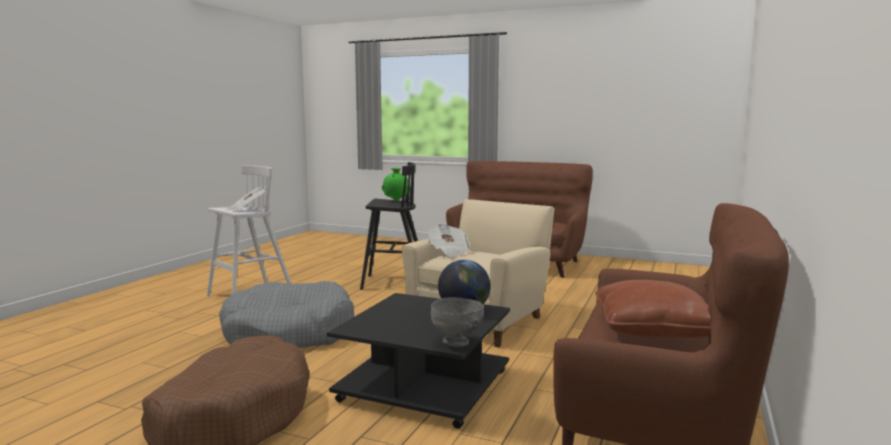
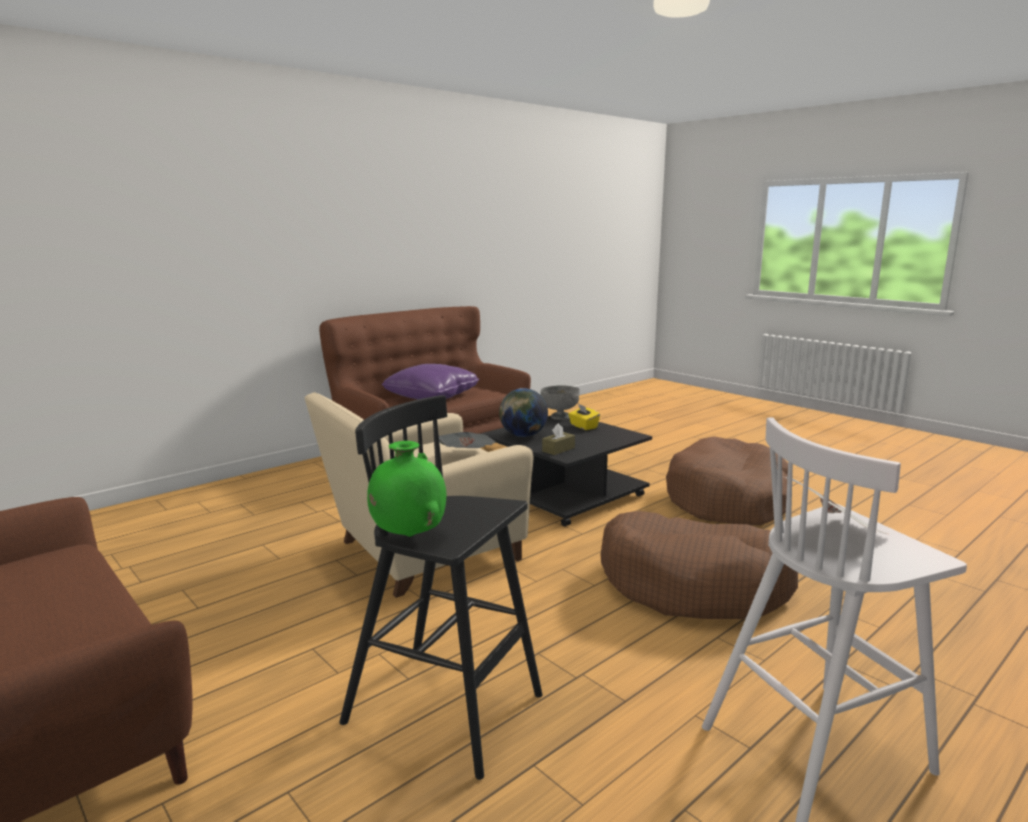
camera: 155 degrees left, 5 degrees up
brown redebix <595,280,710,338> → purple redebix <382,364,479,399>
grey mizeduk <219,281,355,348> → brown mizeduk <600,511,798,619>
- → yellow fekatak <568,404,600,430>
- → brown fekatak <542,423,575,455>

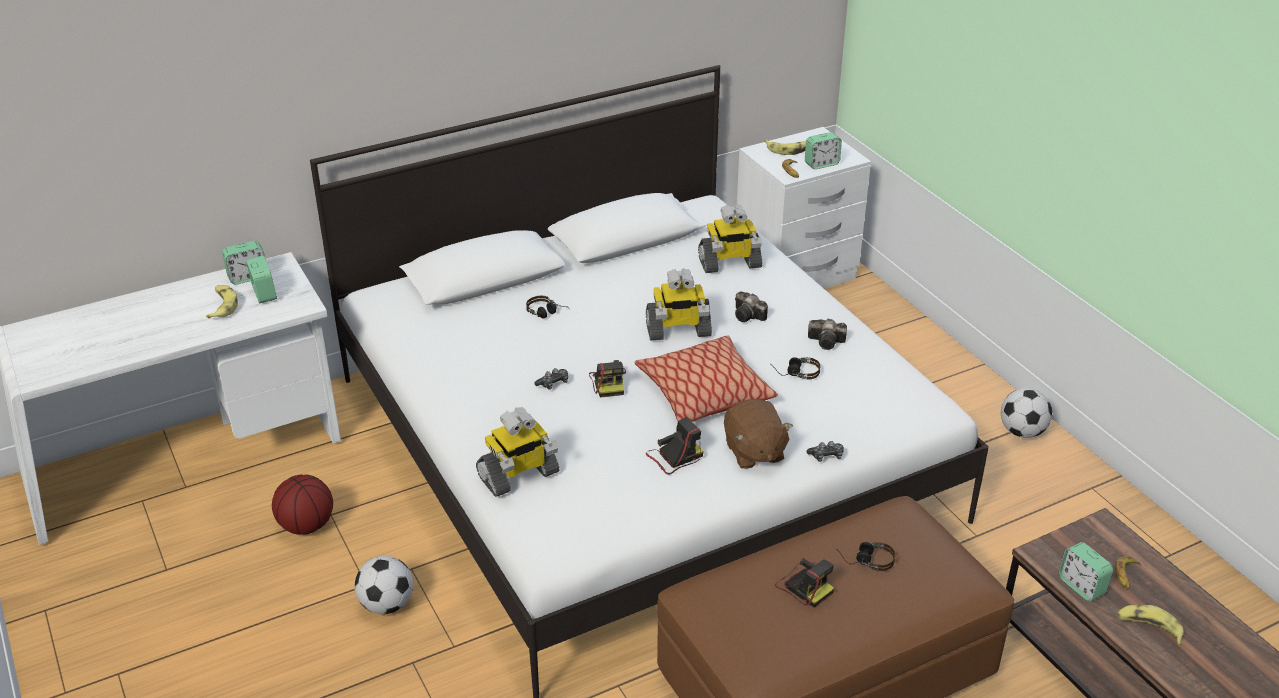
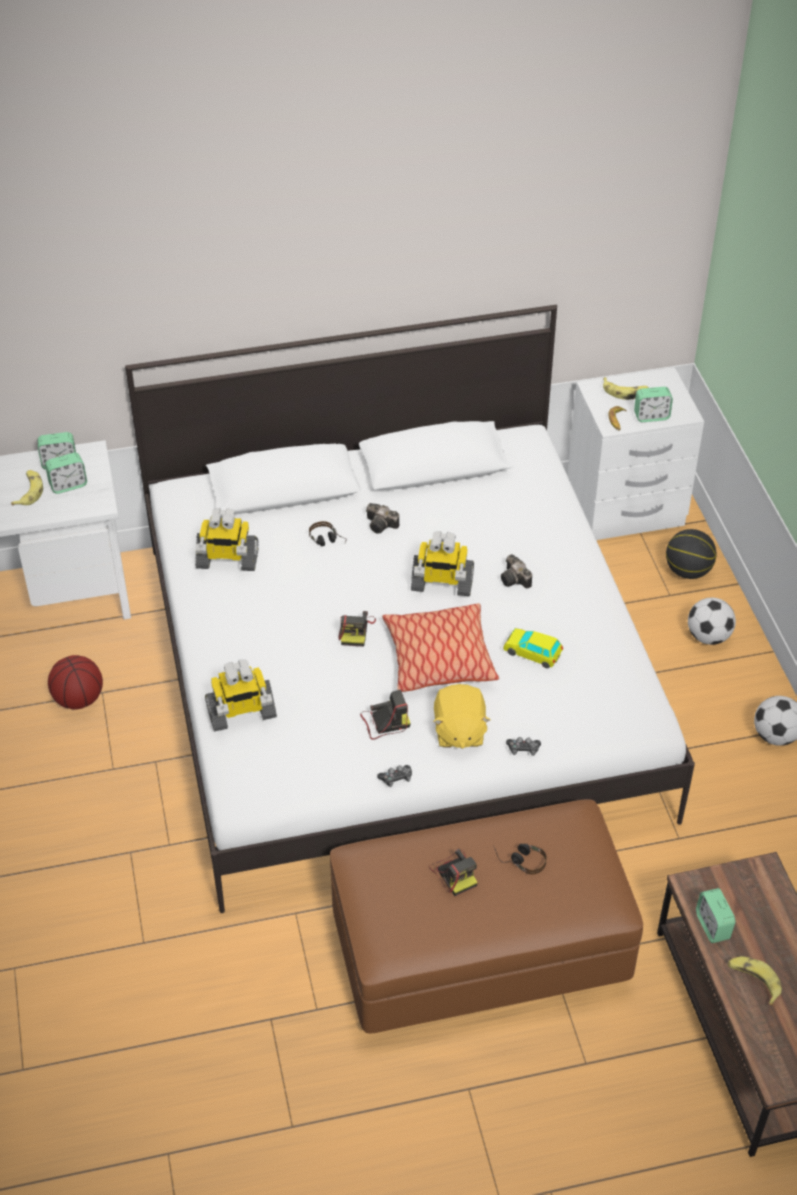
camera: 15 degrees right, 10 degrees up
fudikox <698,204,762,273> → fudikox <195,508,259,571>, shifted
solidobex <246,255,277,303> → solidobex <45,453,87,494>, 75 degrees clockwise
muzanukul <808,319,847,350> → muzanukul <366,503,399,534>, shifted
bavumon <771,357,820,380> → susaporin <503,628,563,668>
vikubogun <534,368,568,390> → vikubogun <377,765,412,787>, shifted
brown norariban <724,399,793,469> → yellow norariban <433,684,491,749>
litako <355,556,413,614> → litako <688,597,736,645>, shifted
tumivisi <1115,556,1141,590> → -
- → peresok <666,529,716,579>

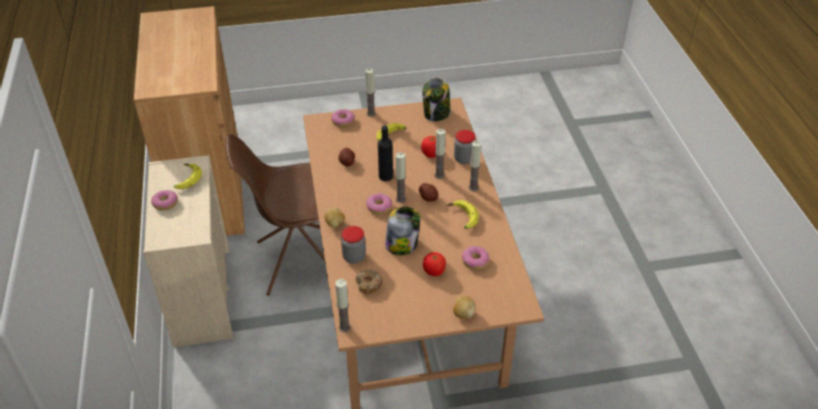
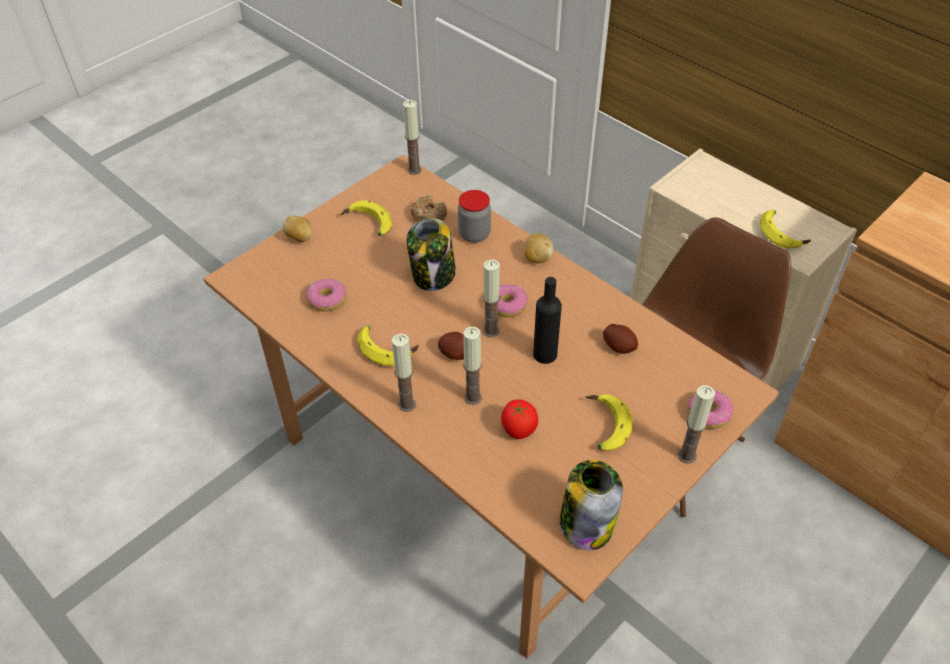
camera: 145 degrees right, 5 degrees up
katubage <454,130,476,164> → -
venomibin <151,190,178,211> → -
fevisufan <423,252,446,276> → -
- → tumivisi <341,200,392,236>

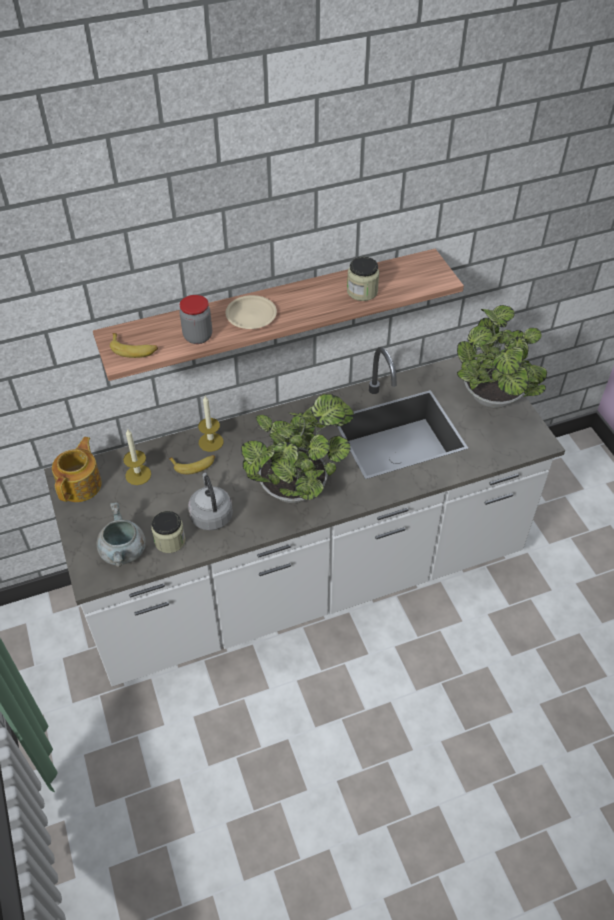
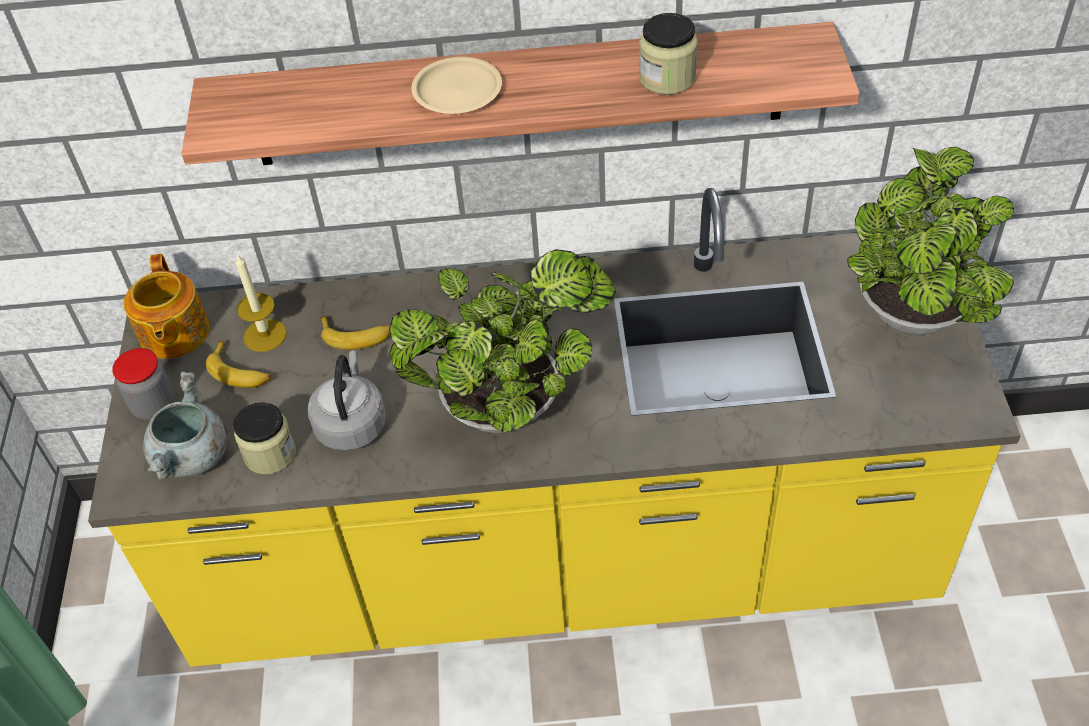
camera: 20 degrees right, 0 degrees up
katubage <180,295,212,344> → katubage <112,348,175,421>, shifted
tumivisi <110,333,158,358> → tumivisi <206,340,271,388>, shifted
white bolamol <44,347,565,686> → yellow bolamol <88,188,1021,667>
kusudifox <198,396,224,452> → -
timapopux <52,437,102,502> → timapopux <124,254,210,359>, 135 degrees clockwise

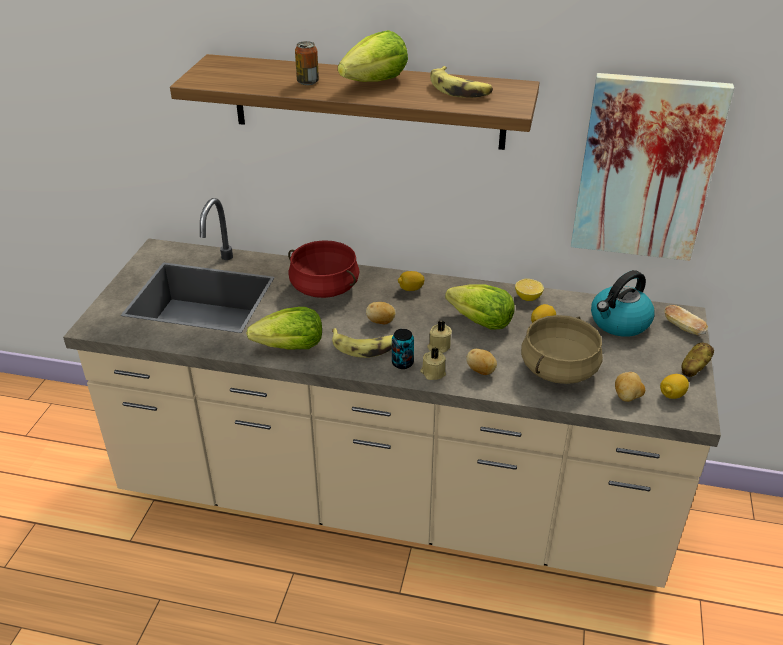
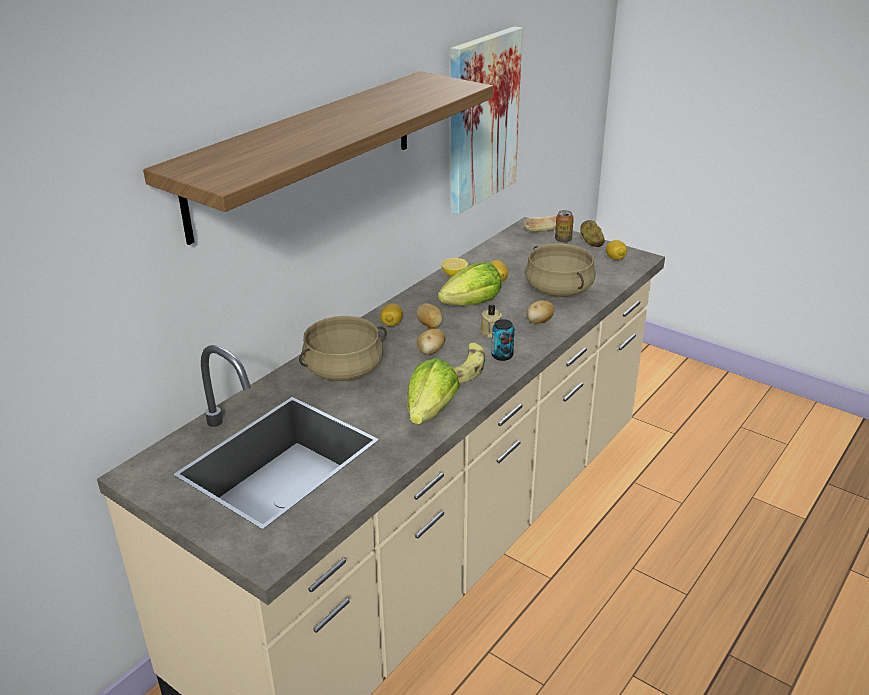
camera: 65 degrees left, 5 degrees down
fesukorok <338,30,408,82> → -
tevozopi <295,41,319,85> → tevozopi <555,210,574,243>, shifted
tumivisi <430,66,493,98> → -
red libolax <288,240,360,298> → beige libolax <299,316,387,381>
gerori <591,270,655,337> → -
beige kusudifox <420,348,446,380> → -
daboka <615,372,645,402> → daboka <416,303,443,329>, shifted

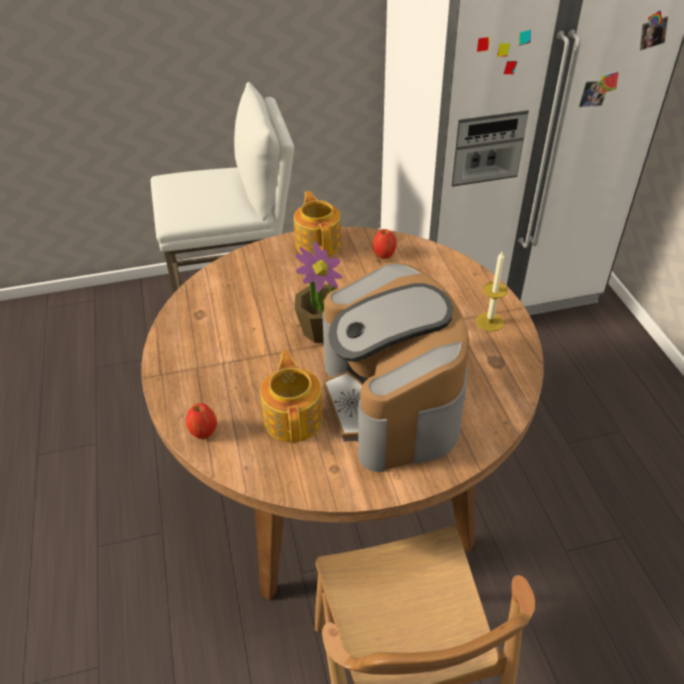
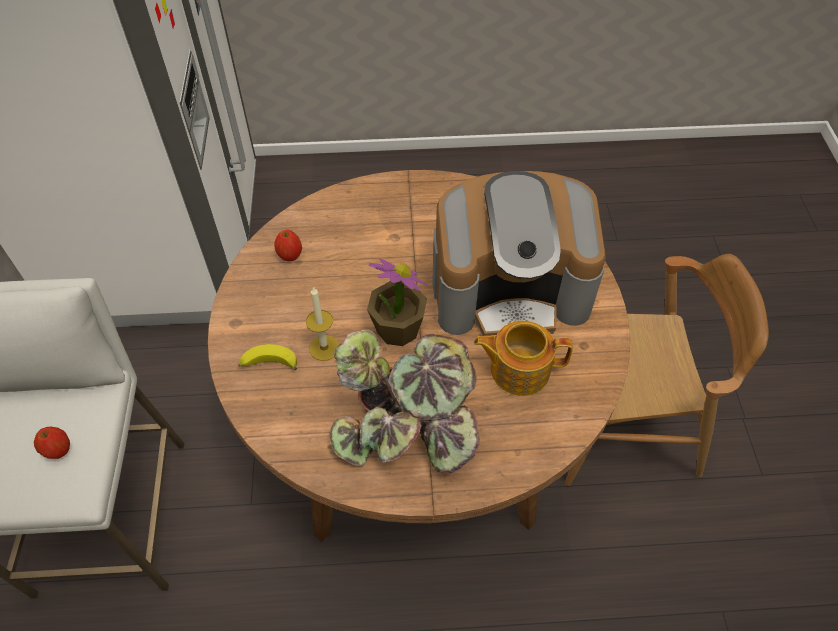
camera: 80 degrees left, 10 degrees up
timapopux <294,191,341,256> → -
kusudifox <476,252,508,332> → kusudifox <306,287,339,361>, shifted
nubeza <186,403,217,439> → nubeza <34,427,70,459>, shifted
- → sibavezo <329,329,480,474>
- → tumivisi <238,344,297,370>

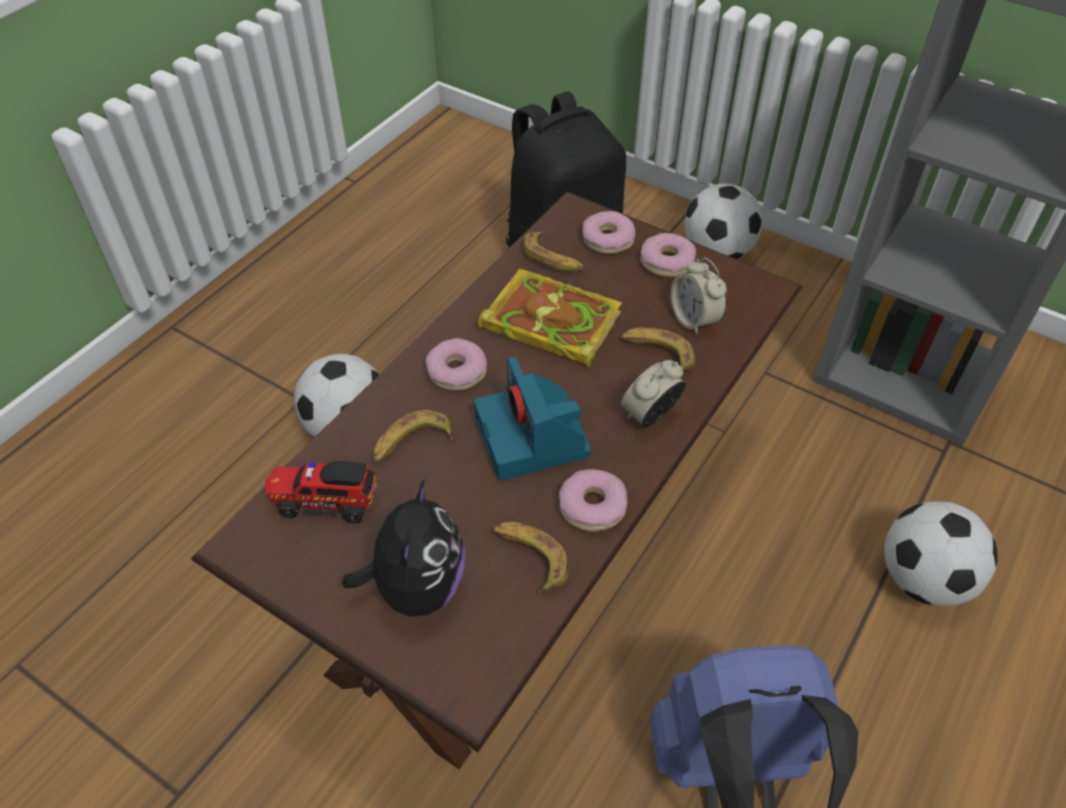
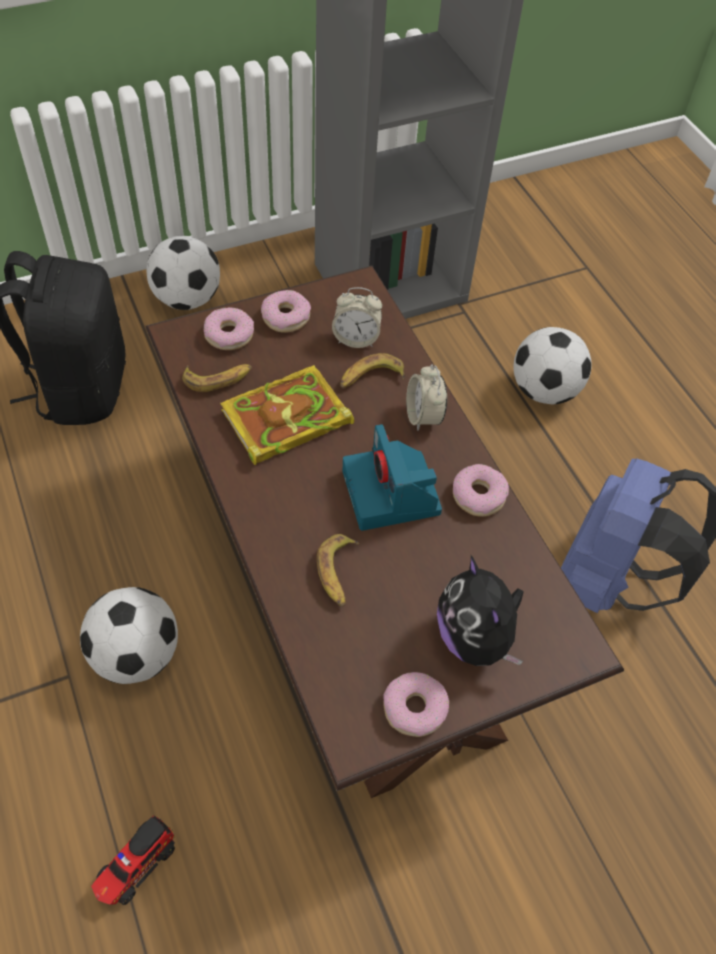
camera: 60 degrees left, 5 degrees up
venomibin <425,338,487,391> → venomibin <383,672,449,737>, shifted
muzanukul <474,357,591,480> → muzanukul <342,424,442,531>, 60 degrees clockwise
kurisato <265,461,378,524> → kurisato <91,815,175,905>, shifted
norariban <342,479,465,617> → norariban <437,556,524,666>, 150 degrees counterclockwise
tumivisi <493,522,570,593> → -

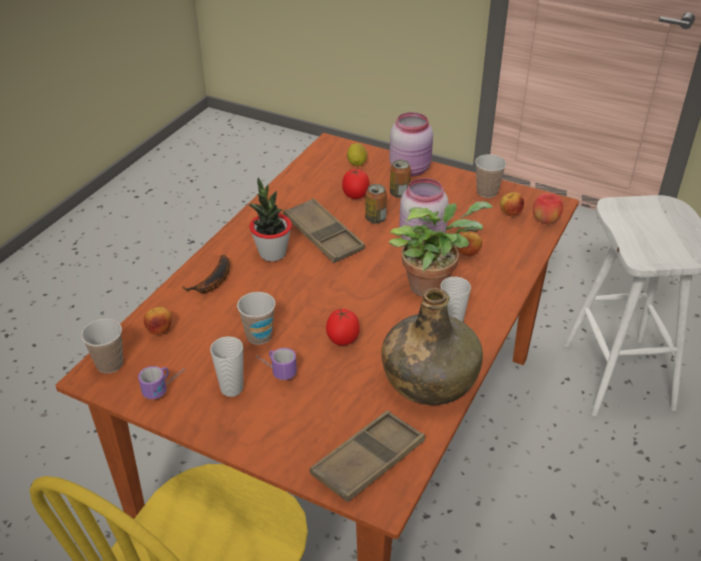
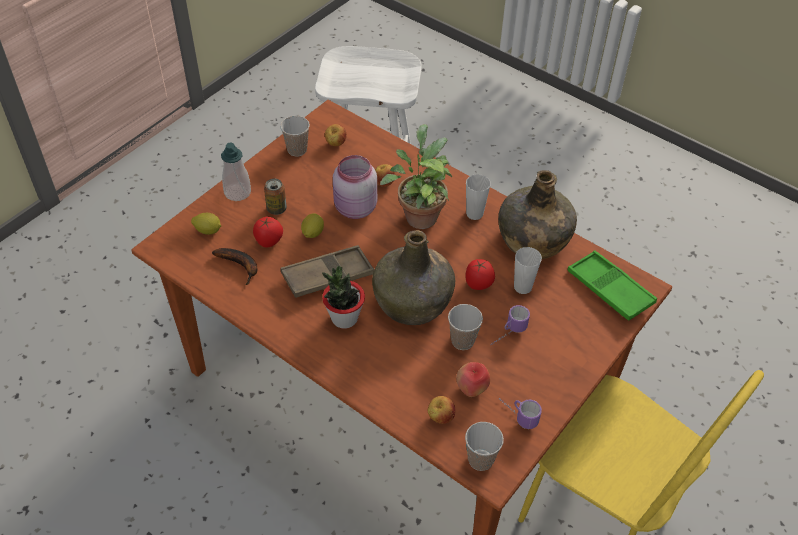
camera: 80 degrees left, 10 degrees up
pink katubage <389,112,433,176> → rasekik <221,143,251,201>
tevozopi <365,184,387,223> → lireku <301,213,324,238>
nubeza <533,193,563,224> → nubeza <456,362,490,397>, shifted
tumivisi <182,255,230,293> → tumivisi <212,248,258,285>, shifted
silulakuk <210,336,243,397> → silulakuk <514,247,542,294>, shifted
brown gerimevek <310,410,425,502> → green gerimevek <568,250,657,321>
- → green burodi <372,230,455,325>

